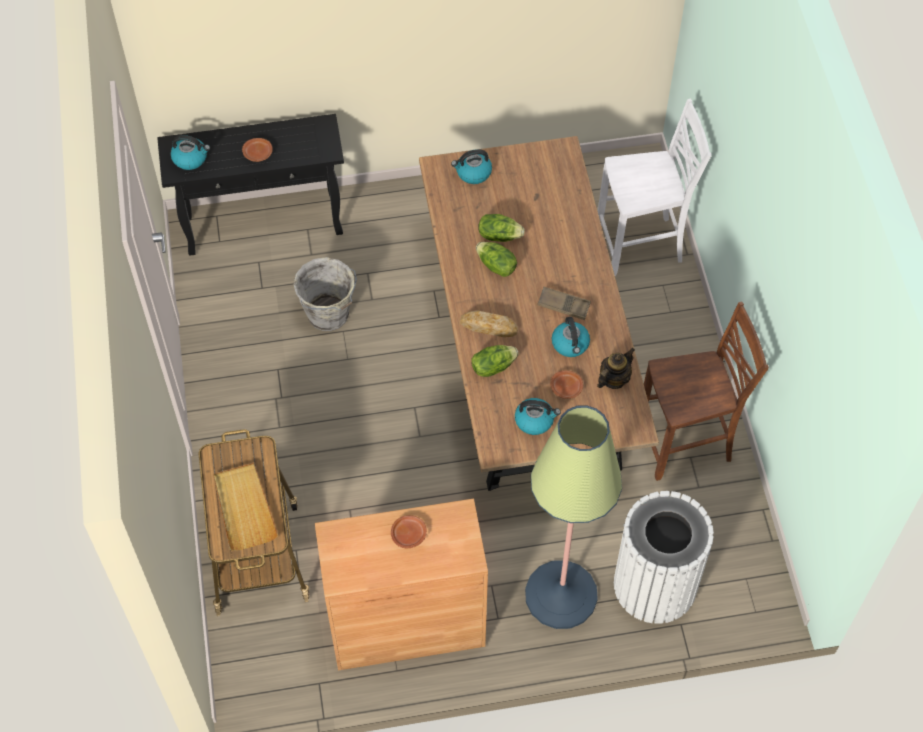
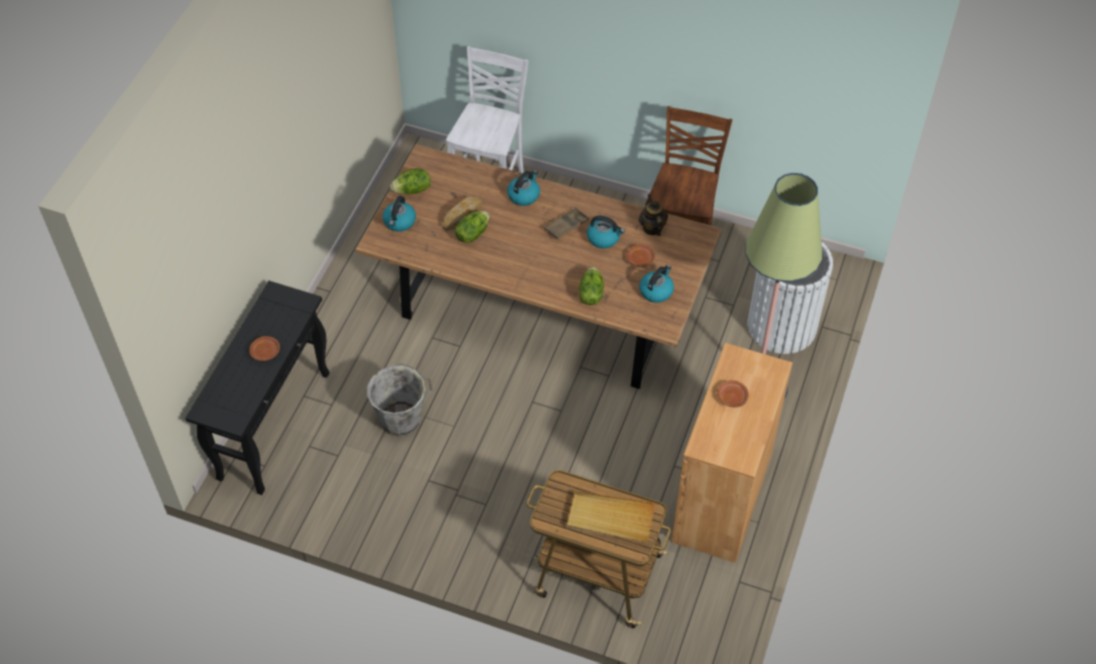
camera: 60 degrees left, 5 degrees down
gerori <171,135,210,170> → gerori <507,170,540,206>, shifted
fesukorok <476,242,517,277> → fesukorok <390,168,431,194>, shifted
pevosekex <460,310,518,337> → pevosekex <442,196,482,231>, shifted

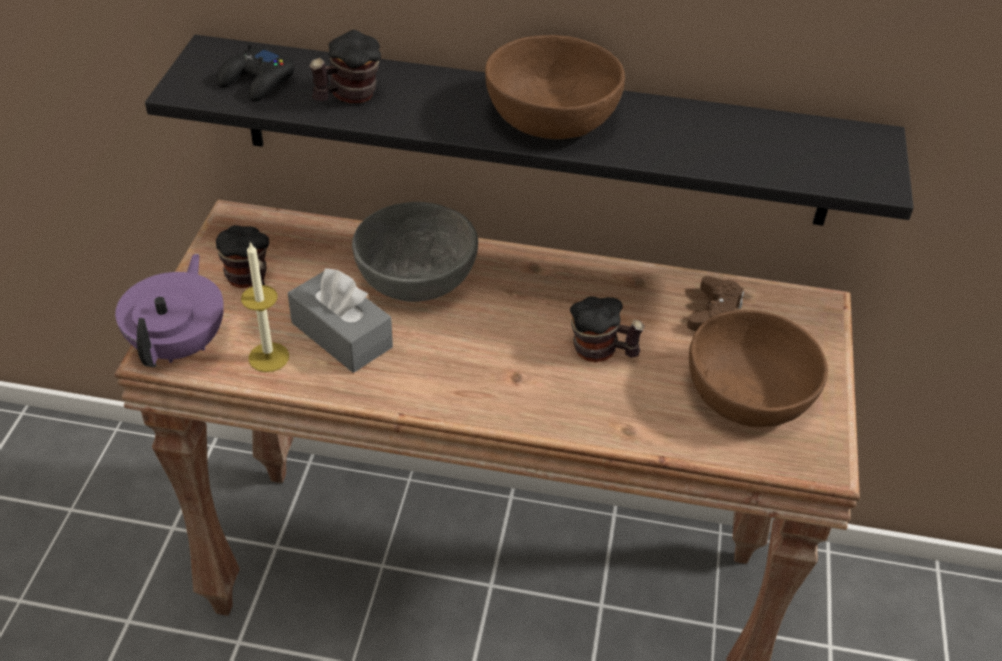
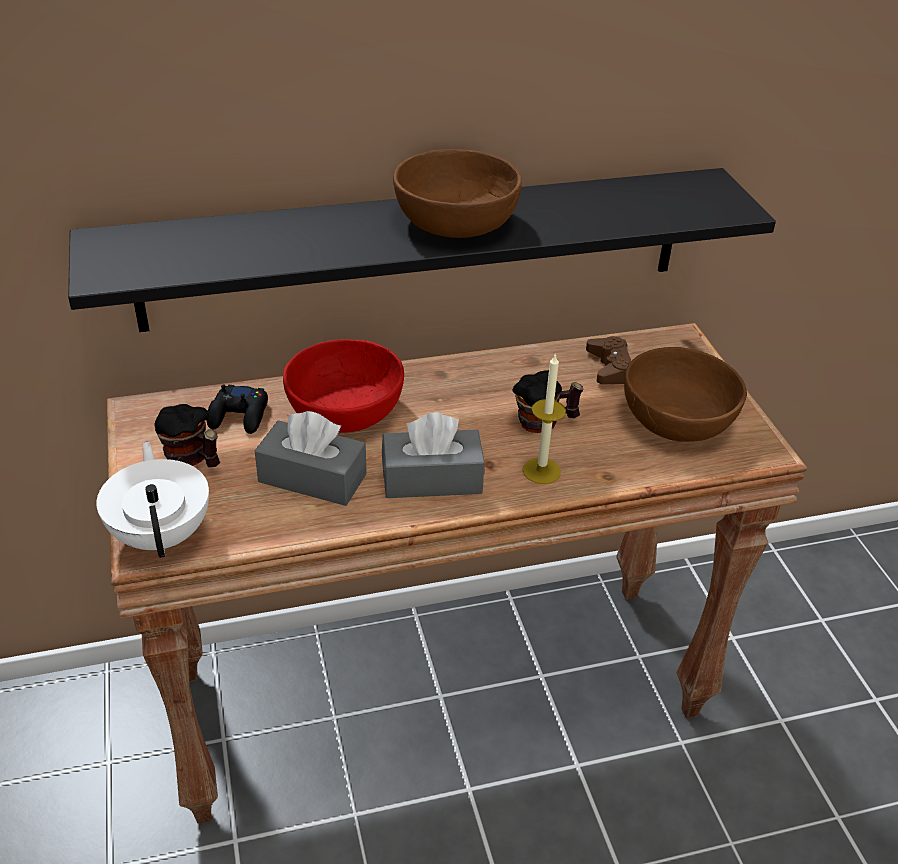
camera: 25 degrees left, 5 degrees down
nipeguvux <309,30,381,103> → -
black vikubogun <217,43,294,102> → black vikubogun <207,384,268,434>, shifted
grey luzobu <352,202,478,302> → red luzobu <283,339,404,433>
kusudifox <241,242,289,372> → kusudifox <523,353,566,484>, shifted
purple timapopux <115,254,224,367> → white timapopux <96,441,209,558>
- → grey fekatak <382,412,485,498>

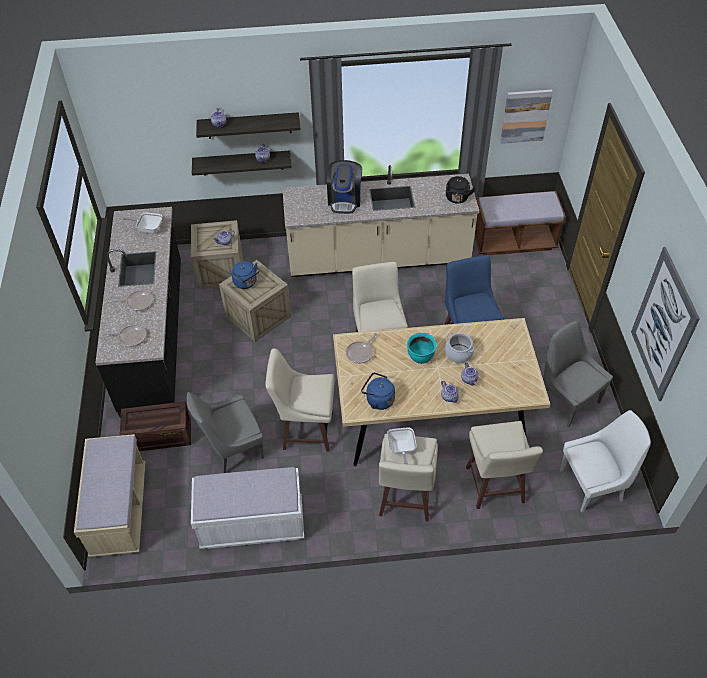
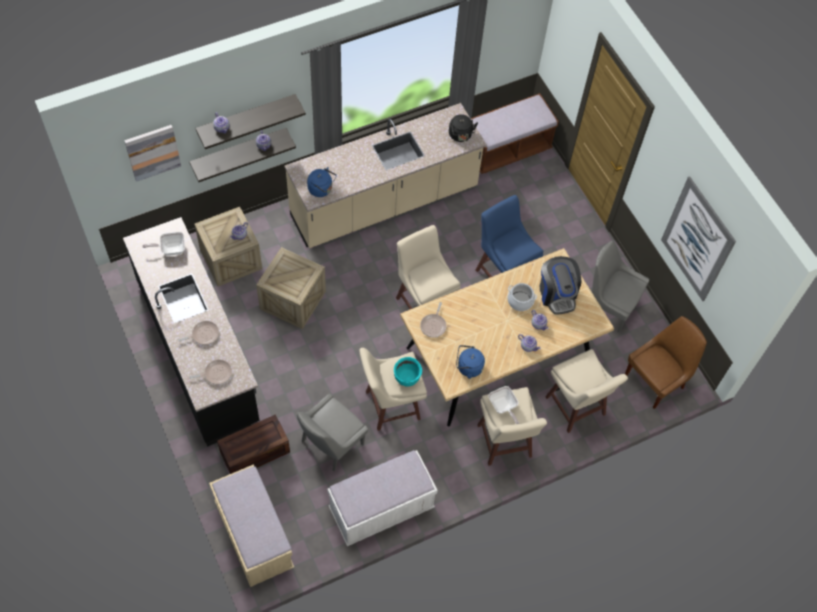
camera: 25 degrees left, 10 degrees up
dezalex <500,90,553,144> → dezalex <124,125,181,182>, shifted
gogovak <327,160,362,214> → gogovak <540,256,581,315>, shifted
blue gerori <231,261,260,289> → blue gerori <307,167,337,197>, shifted
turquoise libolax <407,333,437,364> → turquoise libolax <394,357,422,387>, shifted
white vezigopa <560,410,651,513> → brown vezigopa <625,316,707,409>

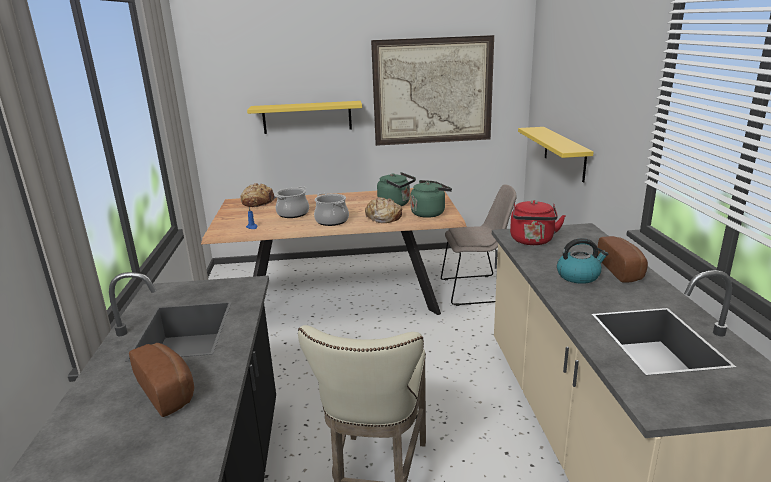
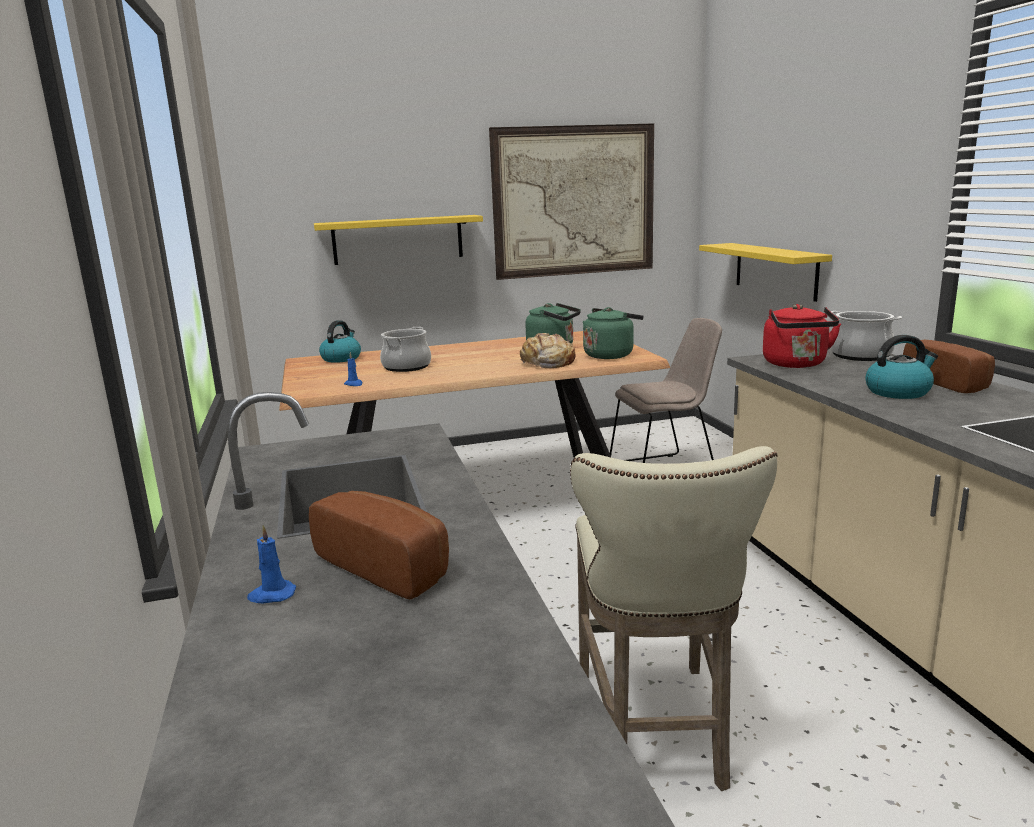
camera: 10 degrees left, 5 degrees down
pevosekex <240,183,277,207> → gerori <319,320,361,363>
libolax <314,193,349,226> → libolax <831,311,902,361>, shifted
- → blue kusudifox <247,525,296,603>

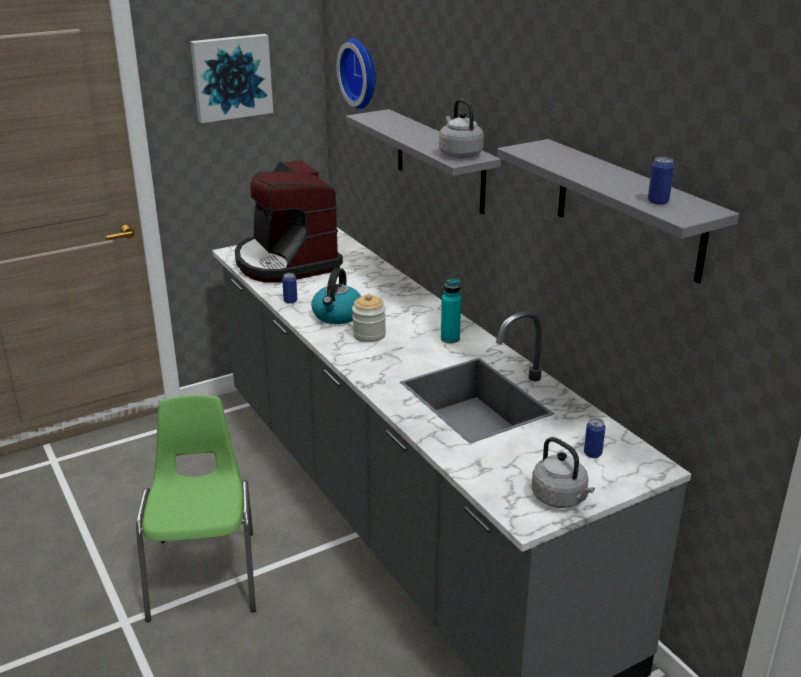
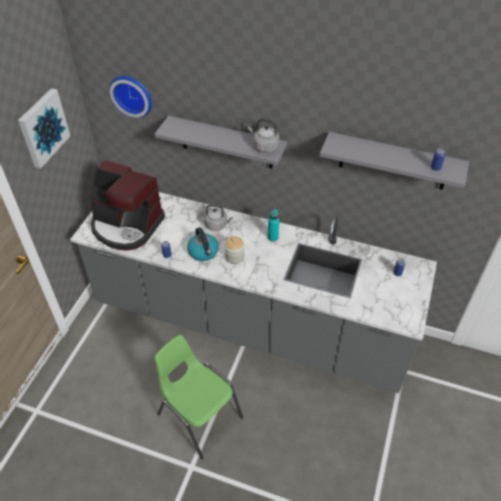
camera: 40 degrees left, 20 degrees up
grey gerori <532,437,595,508> → grey gerori <204,205,233,231>, shifted

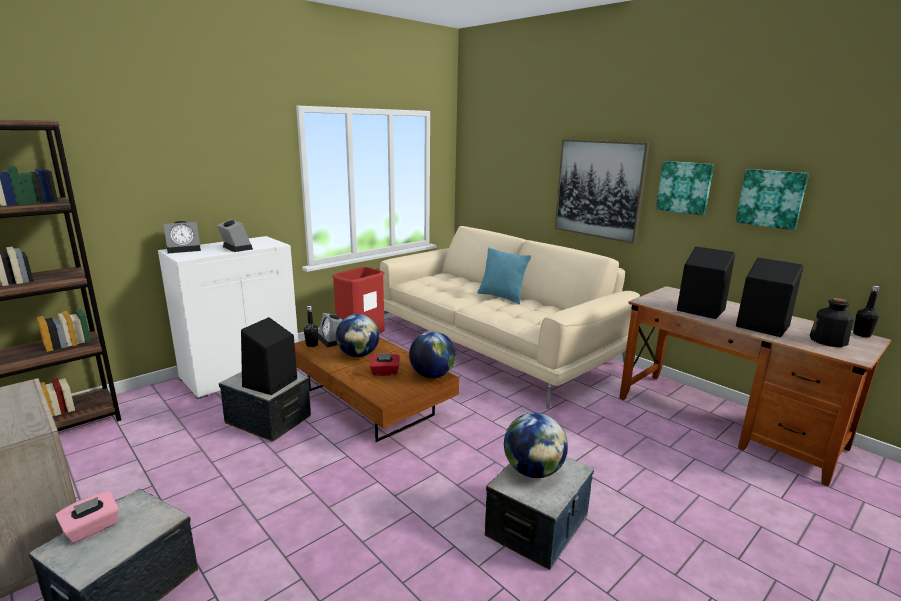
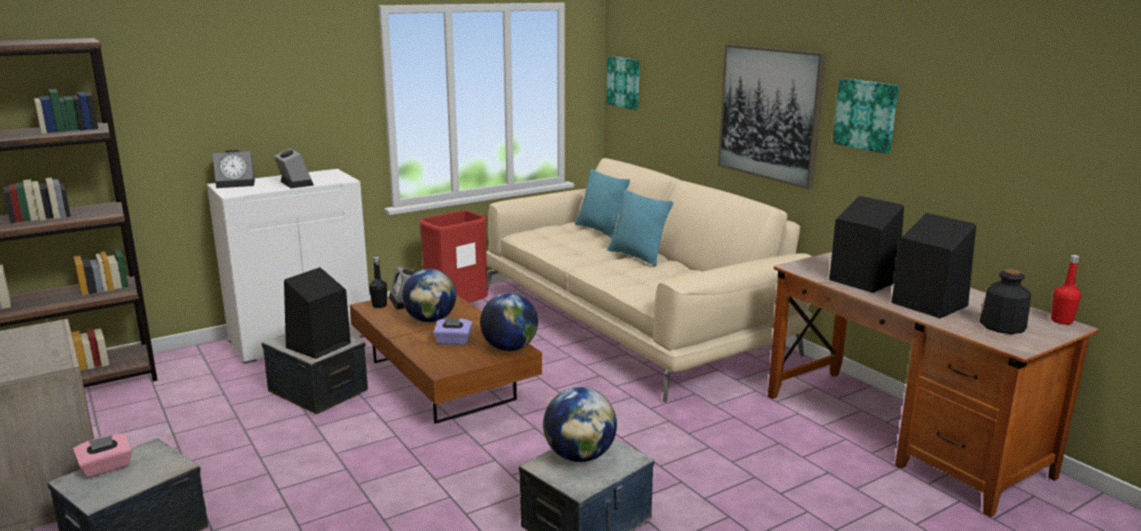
camera: 10 degrees right, 0 degrees up
dezalex <735,169,809,230> → dezalex <607,56,640,110>, shifted
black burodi <853,286,880,337> → red burodi <1051,255,1081,325>
red fekatak <370,353,400,376> → purple fekatak <433,317,473,345>
- → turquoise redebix <575,169,630,238>

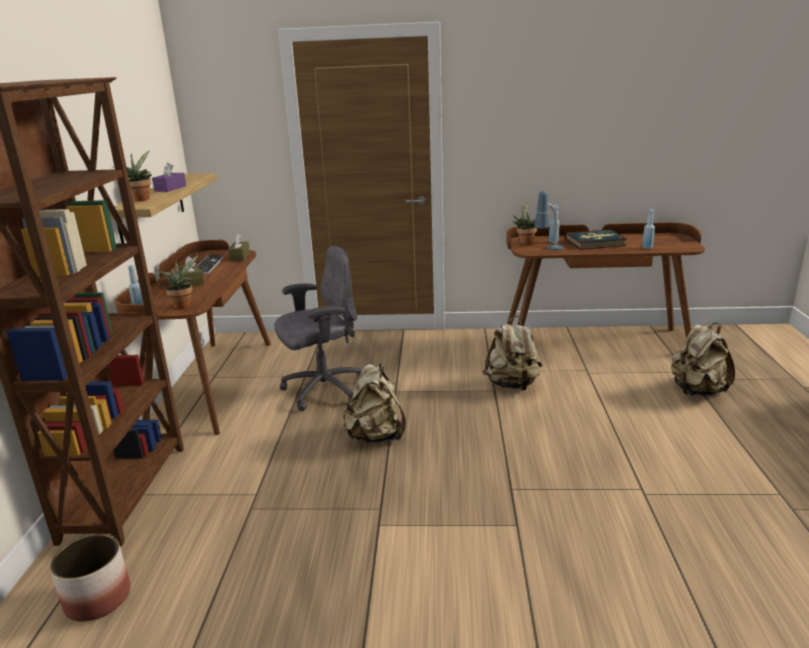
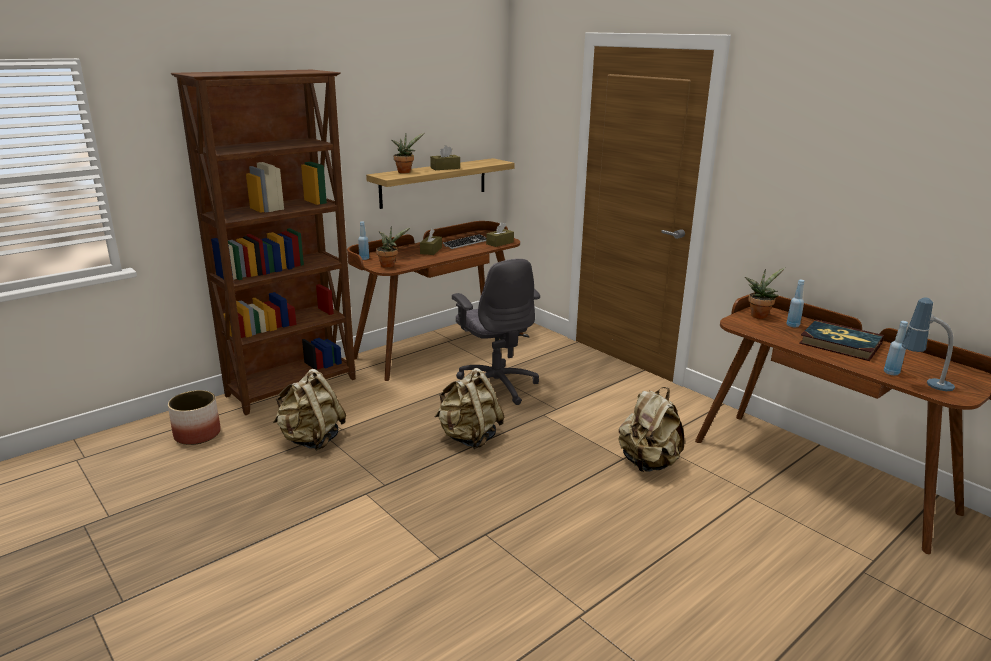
camera: 45 degrees right, 0 degrees up
purple fekatak <152,162,186,192> → brown fekatak <430,145,460,170>
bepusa <535,191,563,250> → bepusa <902,297,955,391>, shifted
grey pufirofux <274,246,363,411> → grey pufirofux <452,259,540,405>, 45 degrees clockwise
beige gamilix <671,323,735,396> → beige gamilix <273,369,346,451>, shifted

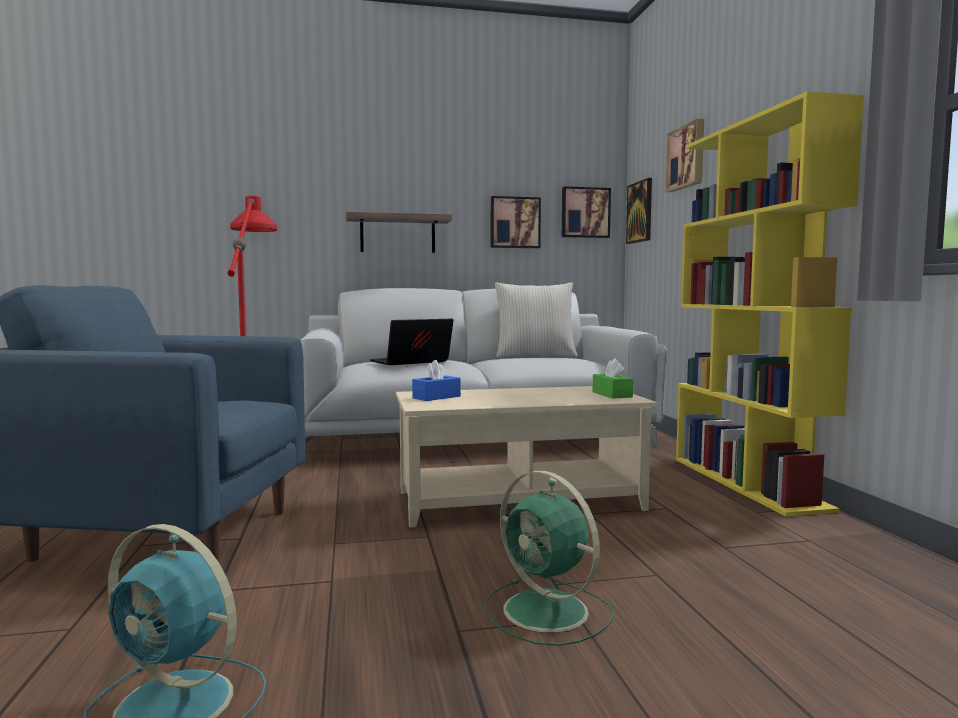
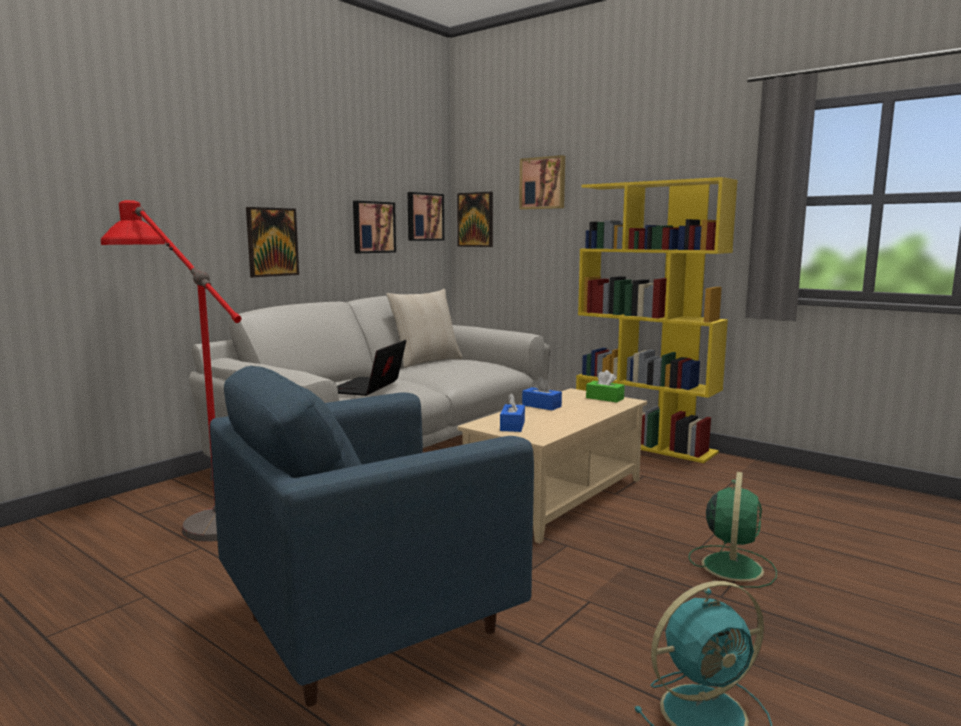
camera: 40 degrees left, 5 degrees up
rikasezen <346,211,452,253> → dezalex <246,207,299,277>
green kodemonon <484,471,613,646> → green kodemonon <689,472,777,588>, 75 degrees counterclockwise
- → blue fekatak <522,377,562,410>

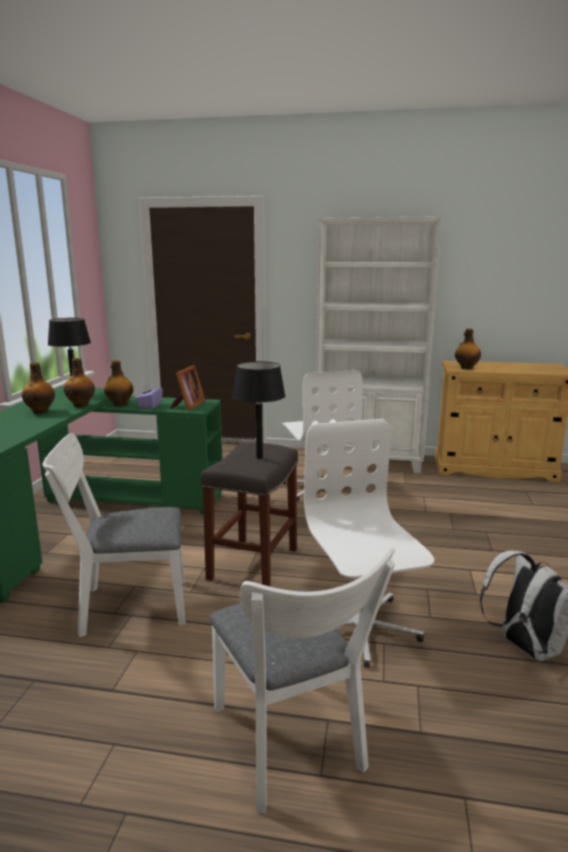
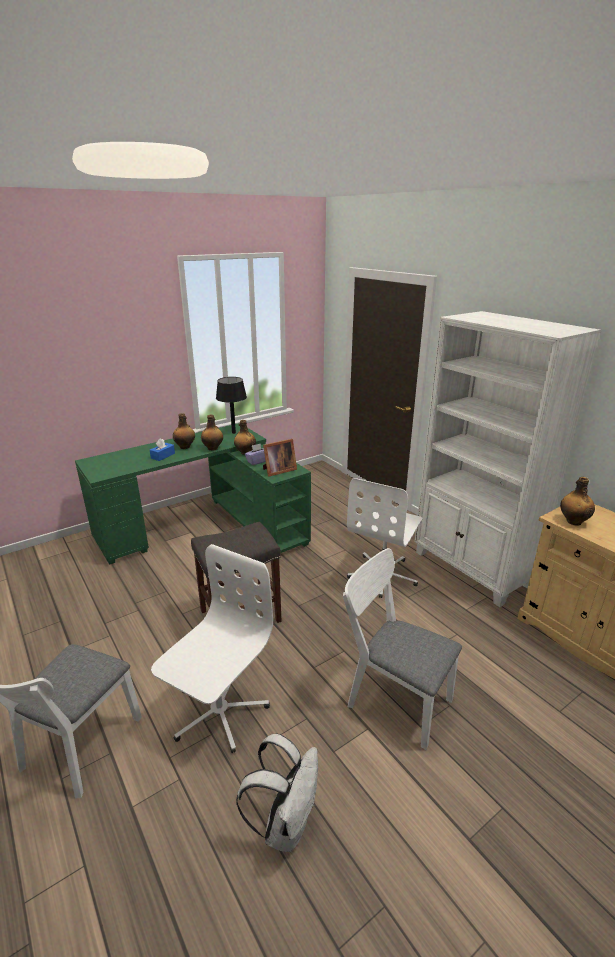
camera: 45 degrees right, 10 degrees up
black bepusa <232,361,285,459> → -
white vezigopa <42,433,186,637> → white vezigopa <343,548,462,750>, shifted
- → blue fekatak <150,438,175,461>

